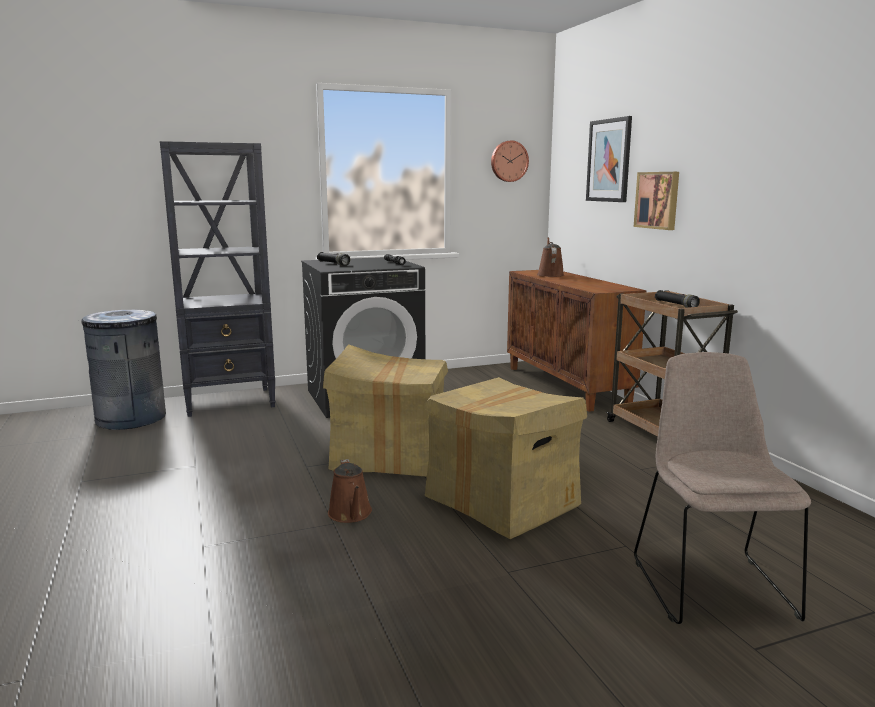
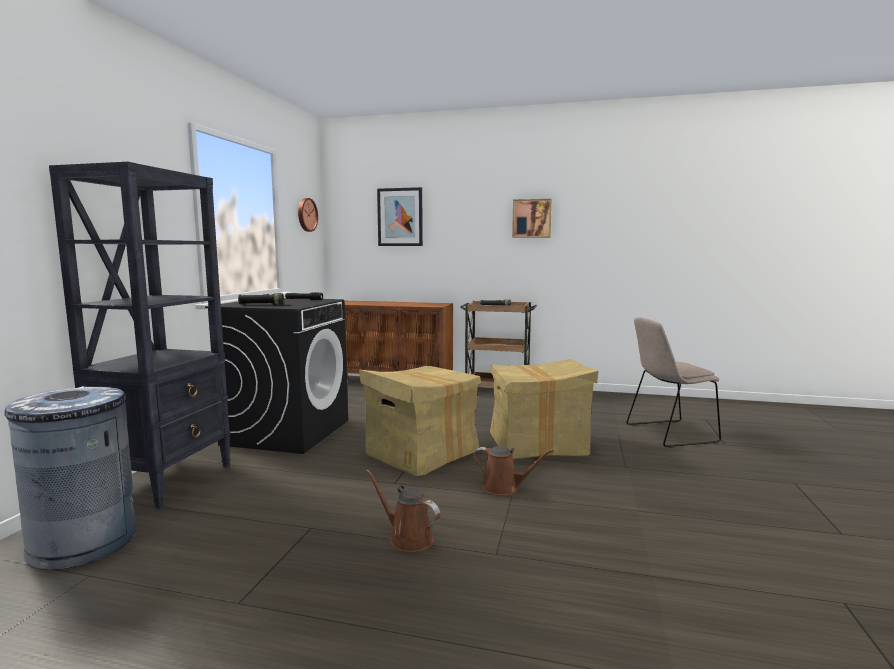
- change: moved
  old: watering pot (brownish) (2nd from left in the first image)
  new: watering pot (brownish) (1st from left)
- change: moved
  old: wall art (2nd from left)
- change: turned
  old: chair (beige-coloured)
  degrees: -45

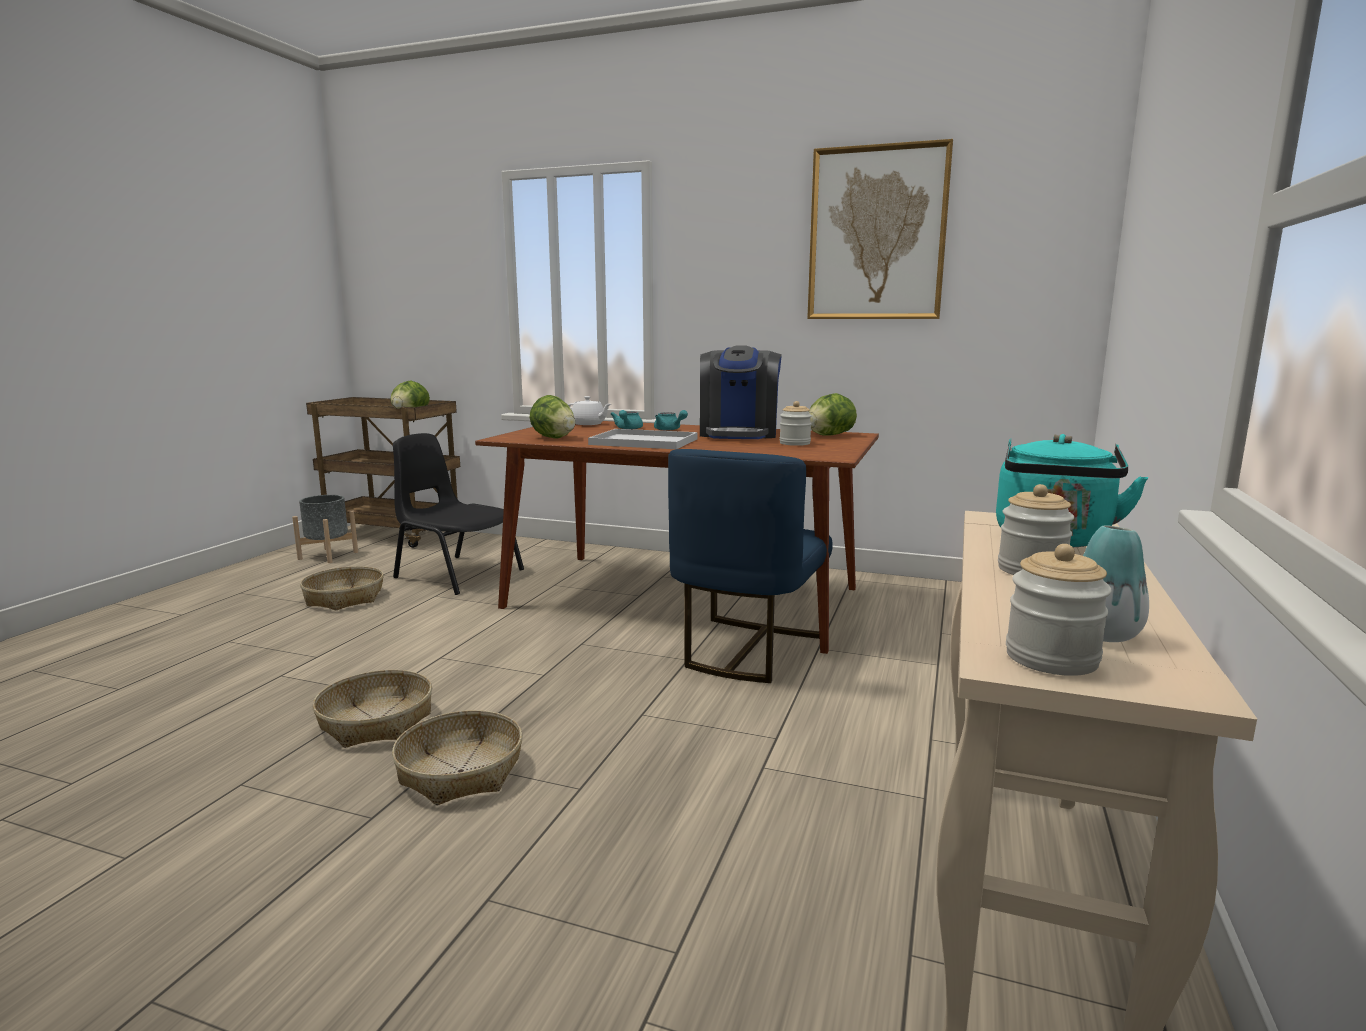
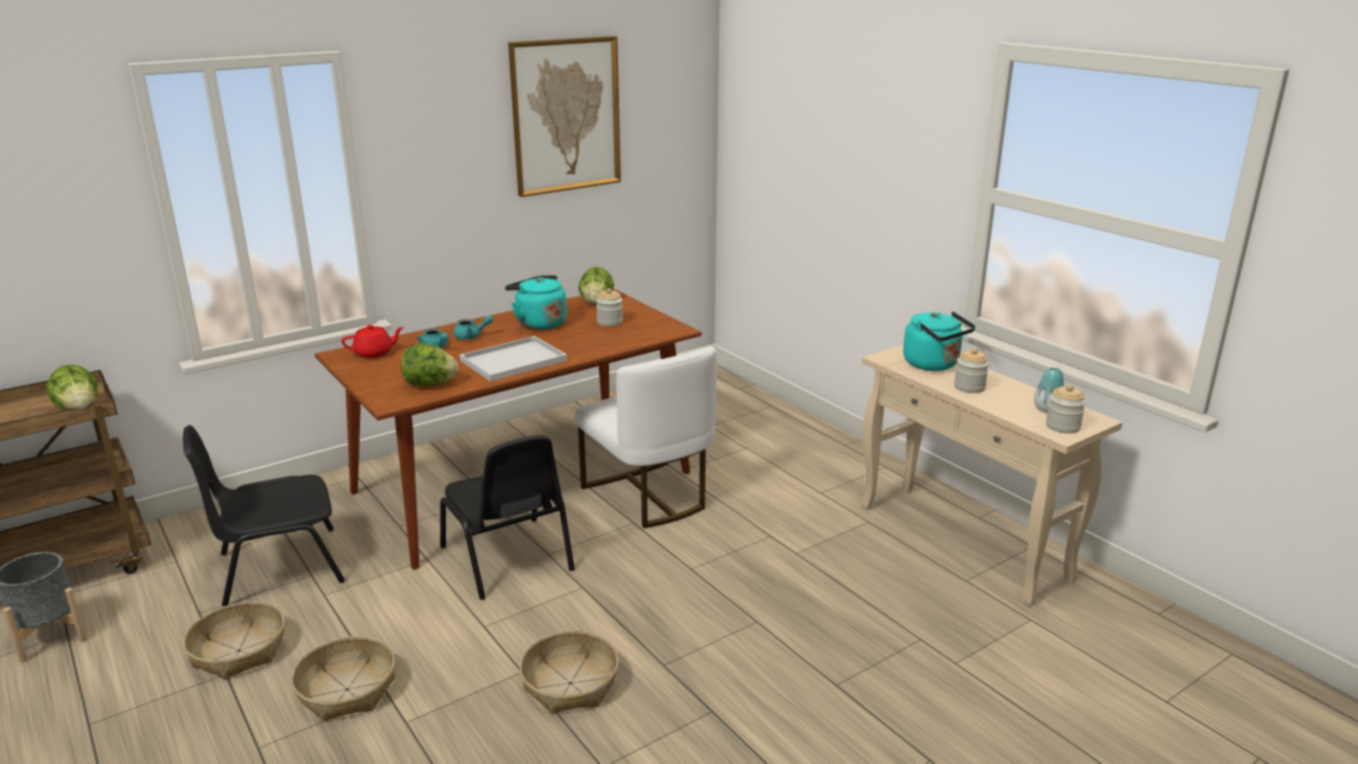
- change: moved
  old: household basket (3rd from left in the first image)
  new: household basket (2nd from left)
- change: recoloured
  old: teapot (whitish)
  new: teapot (red)
- change: recoloured
  old: chair (blue)
  new: chair (whitish)
- change: replaced
  old: coffee machine
  new: water kettle (blue-green) (1st from left)
- change: added
  new: chair (blackish) (2nd from left)

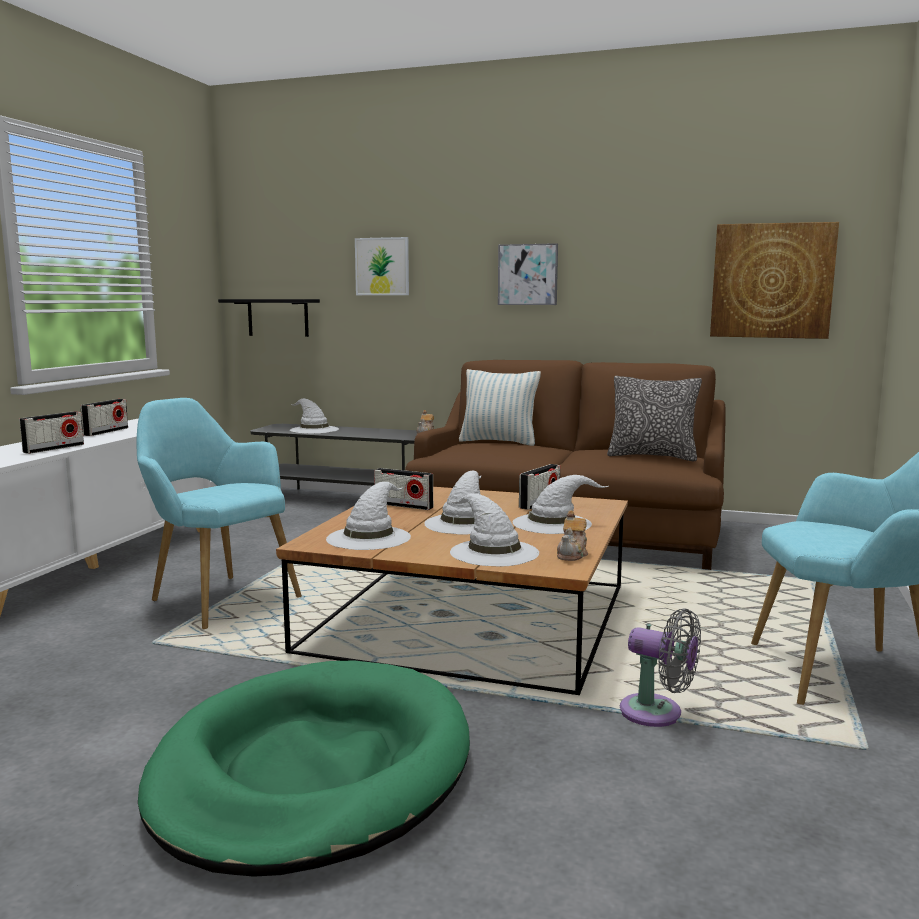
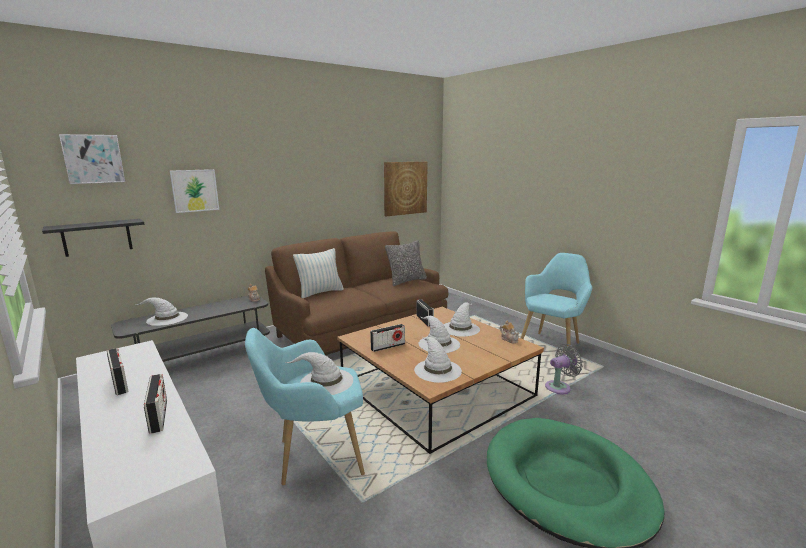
- change: moved
  old: wearable hat (whitish) (4th from left in the first image)
  new: wearable hat (whitish) (2nd from left)
- change: moved
  old: wall art (2nd from left in the first image)
  new: wall art (1st from left)

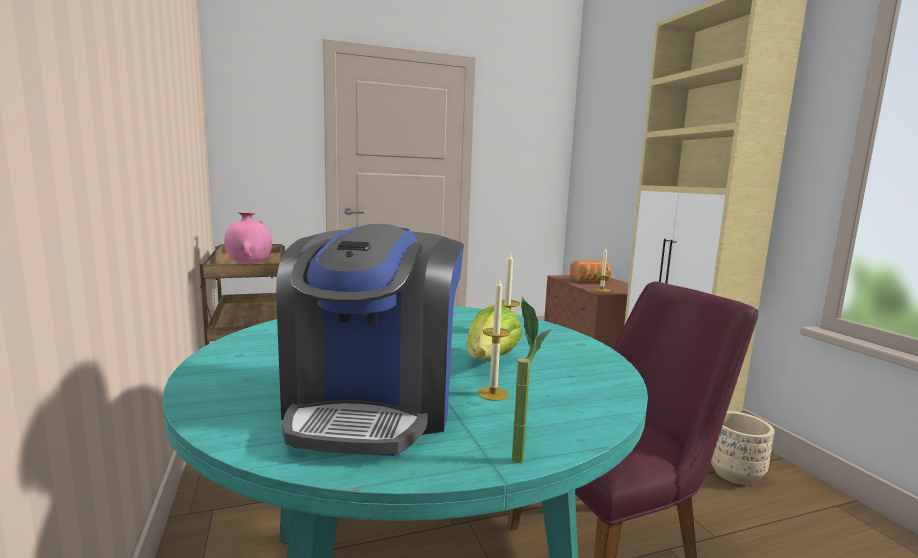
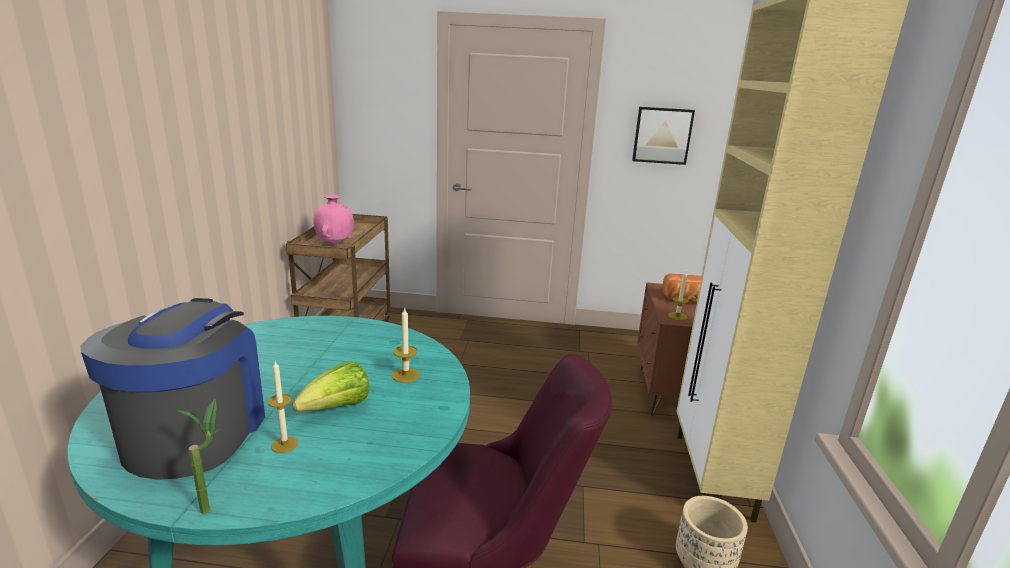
- change: turned
  old: coffee machine
  degrees: 150
- change: added
  new: wall art

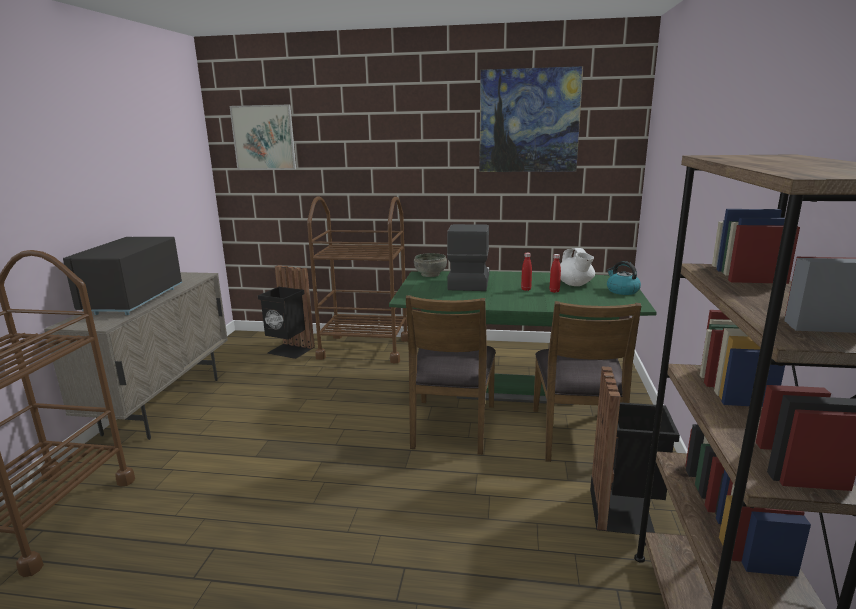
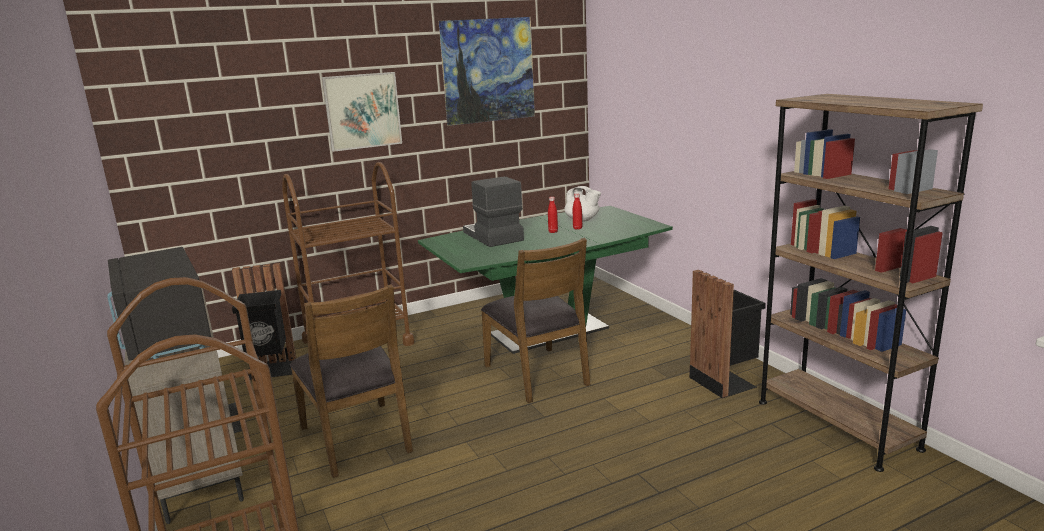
- change: moved
  old: wall art (1st from left)
- change: removed
  old: bowl (grey)
- change: moved
  old: chair (brownish) (2nd from left in the first image)
  new: chair (brownish) (1st from left)
- change: removed
  old: water kettle

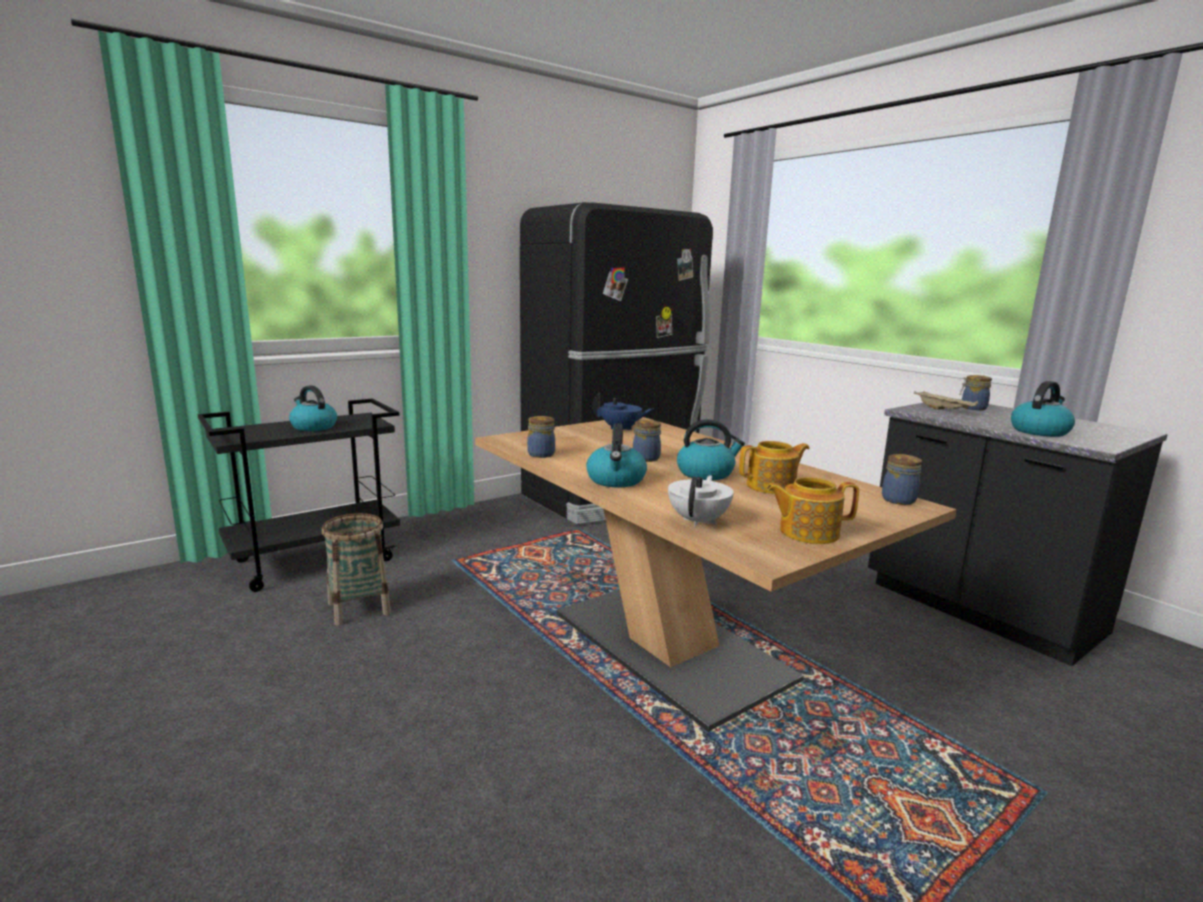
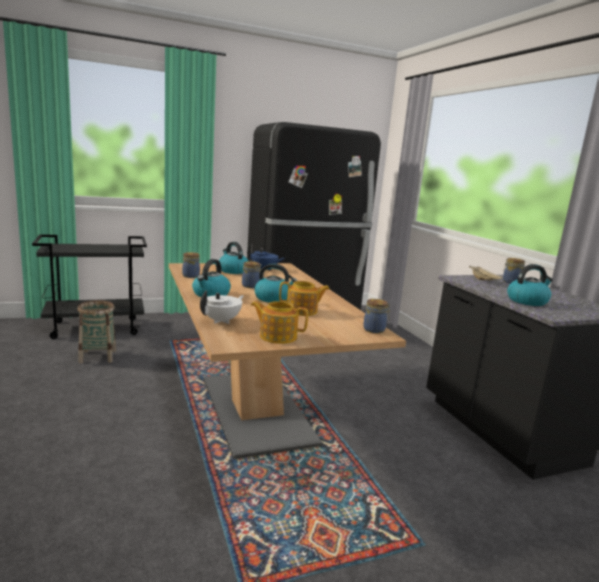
- change: moved
  old: water kettle (1st from left in the first image)
  new: water kettle (2nd from left)

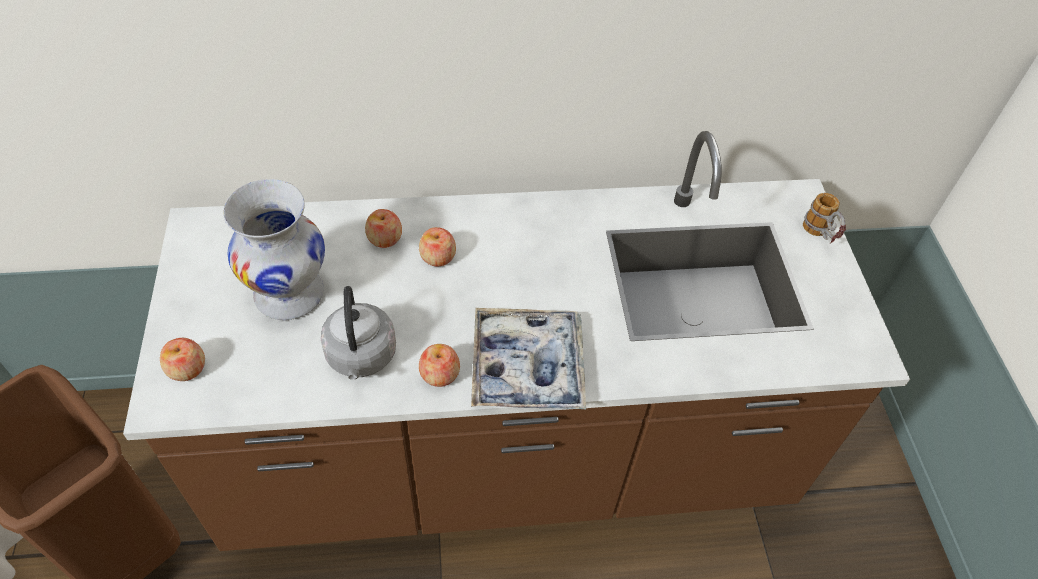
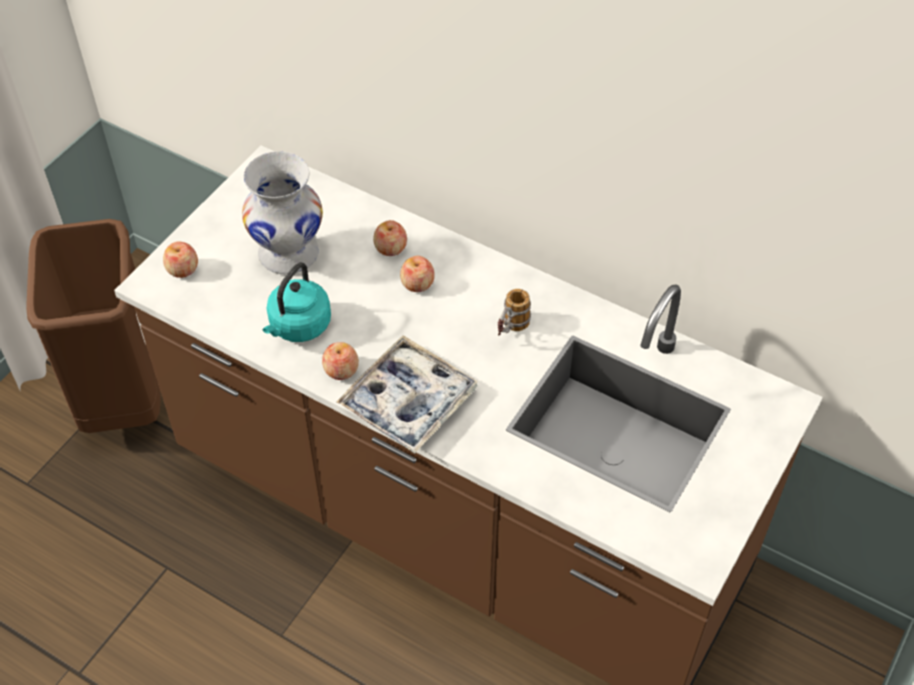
- change: recoloured
  old: water kettle (grey)
  new: water kettle (blue-green)
- change: moved
  old: tea mug

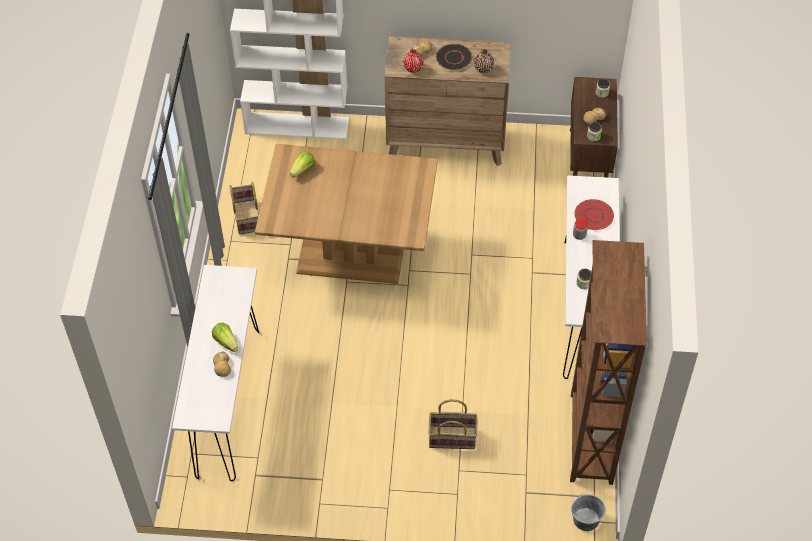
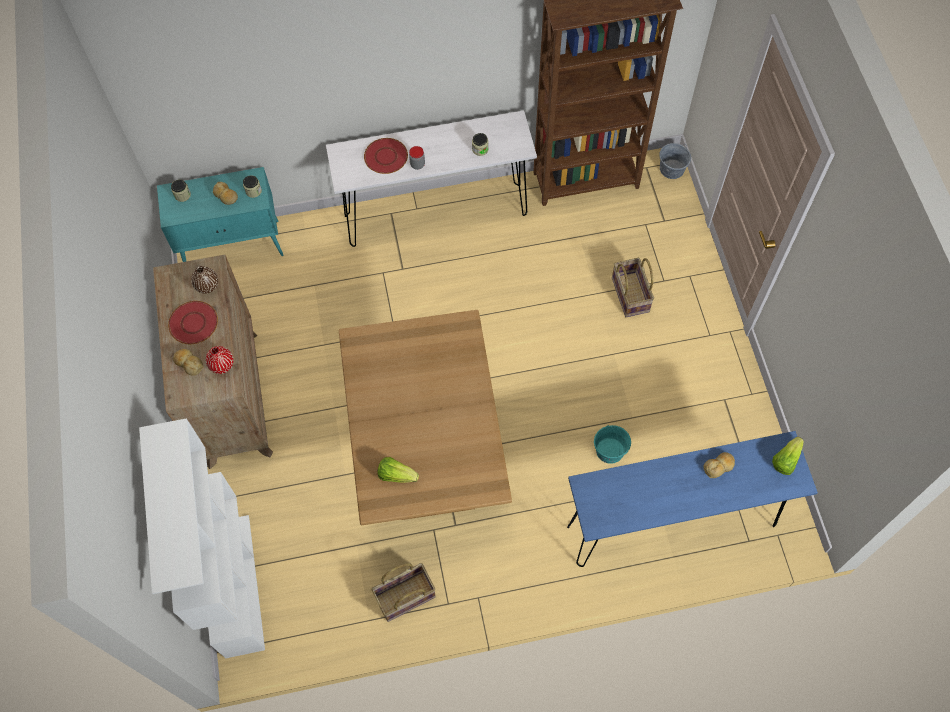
- change: recoloured
  old: narrow table (whitish) (1st from left)
  new: narrow table (blue)
- change: moved
  old: lettuce head (1st from left in the first image)
  new: lettuce head (2nd from left)
- change: recoloured
  old: dinner plate (blackish)
  new: dinner plate (red) (1st from left)
- change: recoloured
  old: storage cabinet (brownish)
  new: storage cabinet (blue-green)
- change: added
  new: bucket (blue-green)

